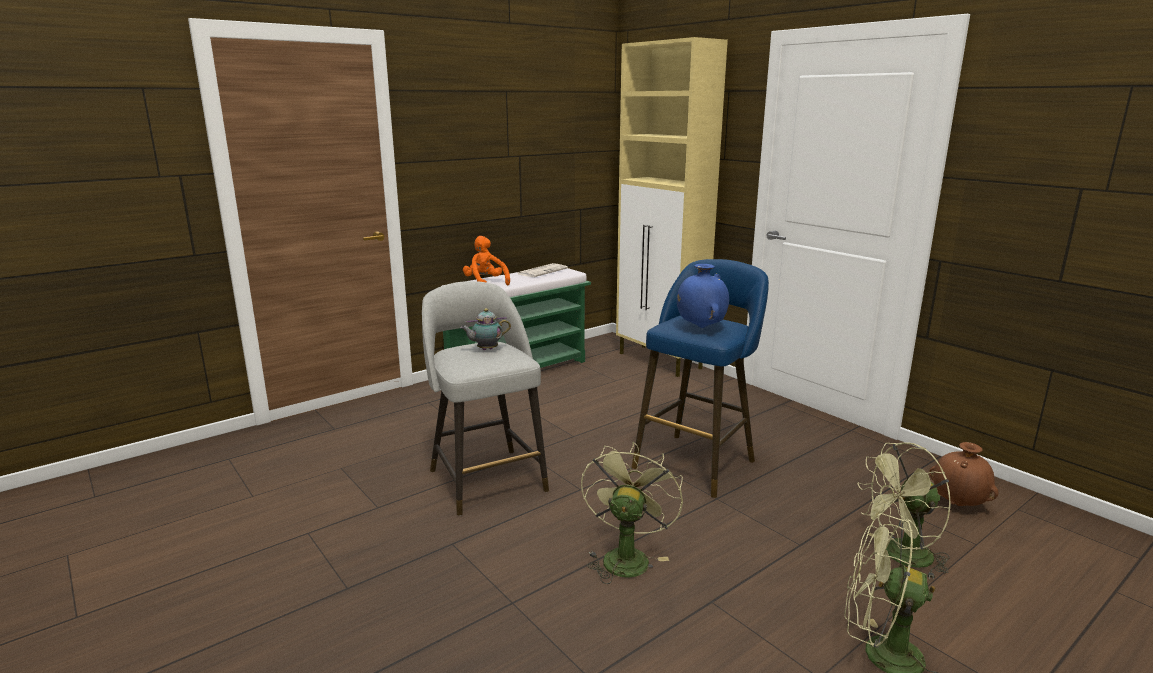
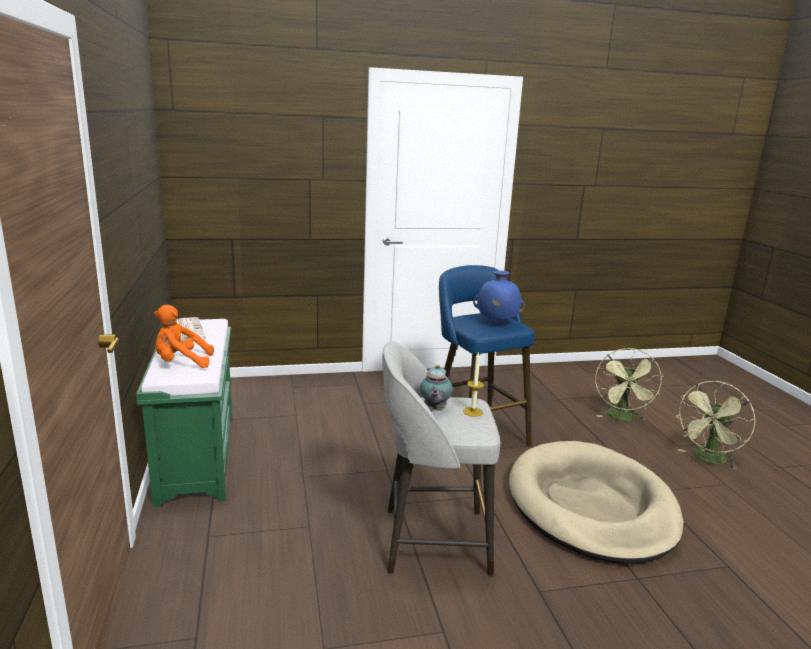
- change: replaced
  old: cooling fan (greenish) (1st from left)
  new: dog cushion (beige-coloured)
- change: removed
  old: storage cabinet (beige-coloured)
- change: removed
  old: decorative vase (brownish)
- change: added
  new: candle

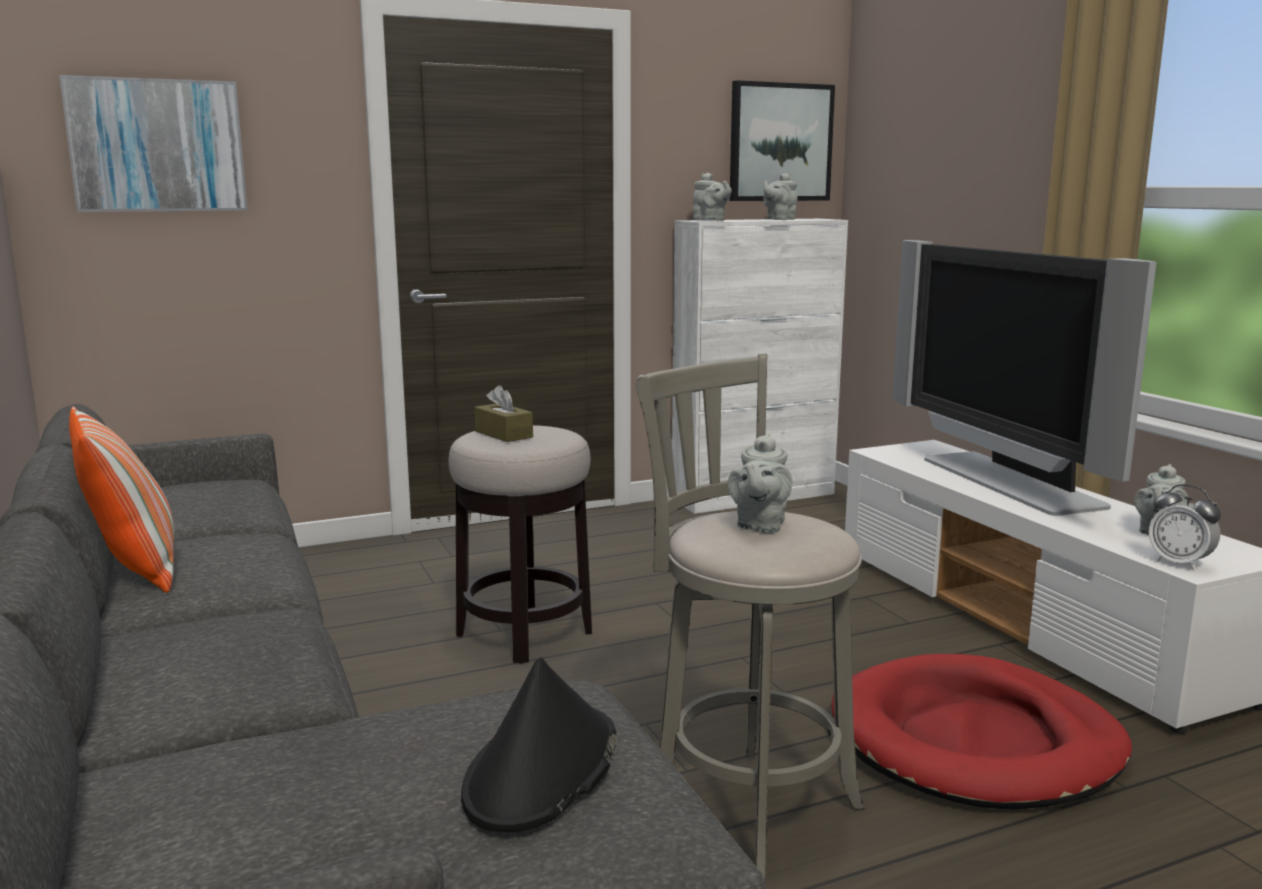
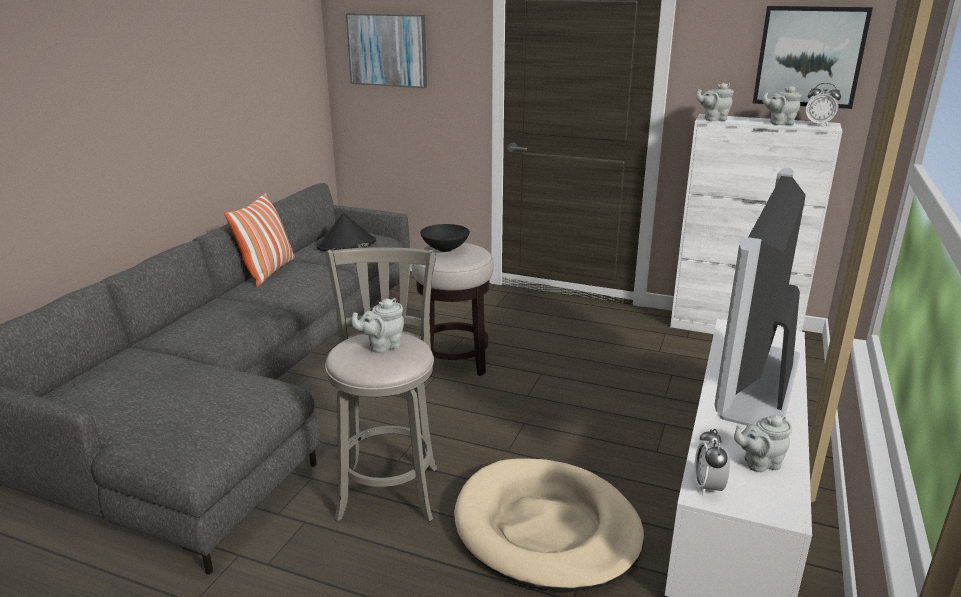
- change: moved
  old: wearable hat (blackish)
- change: replaced
  old: tissue box (brownish)
  new: bowl (blackish)
- change: turned
  old: teapot (grey) (1st from left in the first image)
  degrees: 75
- change: recoloured
  old: dog cushion (red)
  new: dog cushion (beige-coloured)
- change: added
  new: table clock (2nd from left)

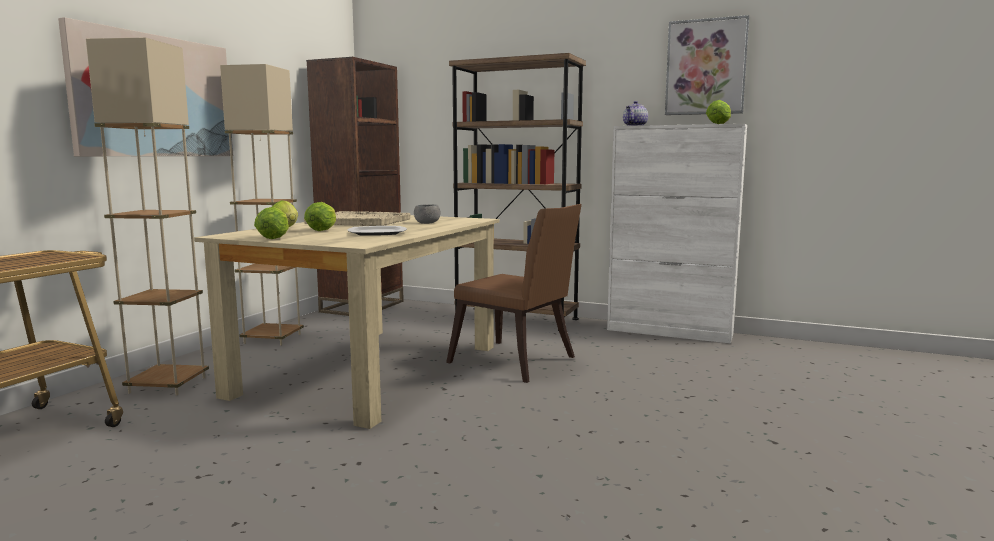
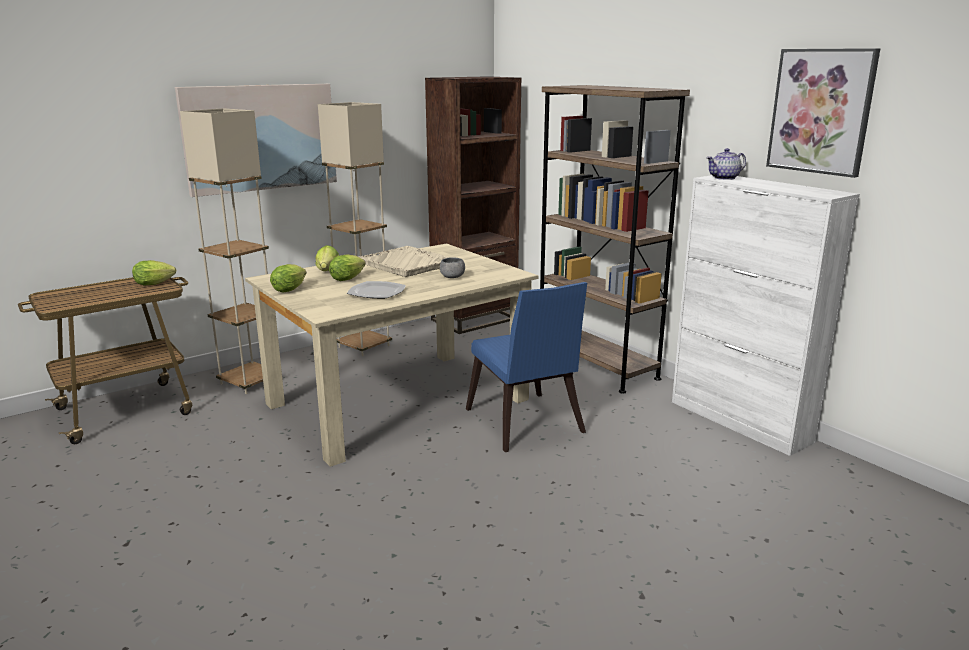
- change: recoloured
  old: chair (brownish)
  new: chair (blue)
- change: moved
  old: lettuce head (4th from left in the first image)
  new: lettuce head (1st from left)

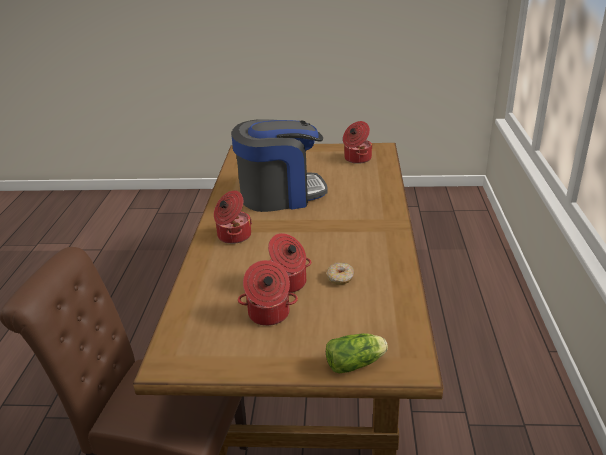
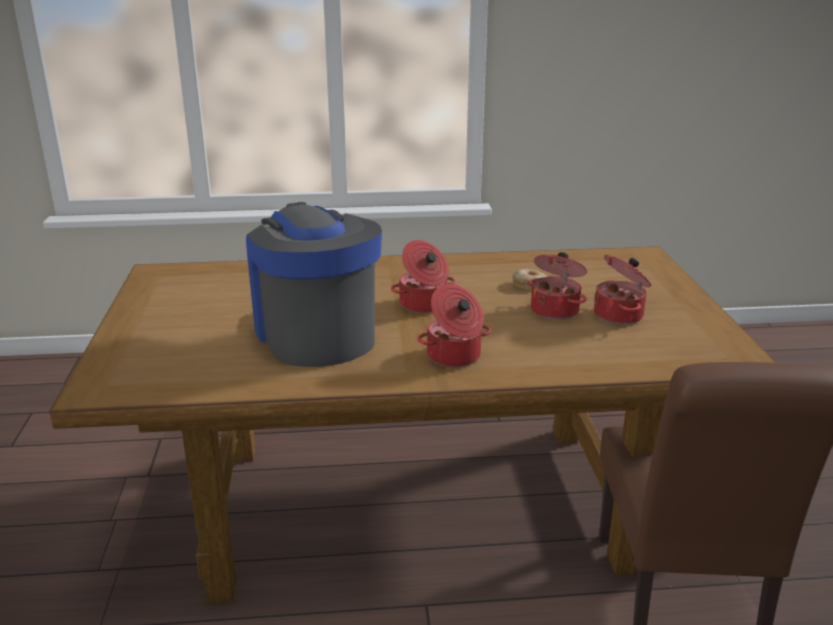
- change: removed
  old: lettuce head
- change: moved
  old: cooking pot (4th from left in the first image)
  new: cooking pot (1st from left)

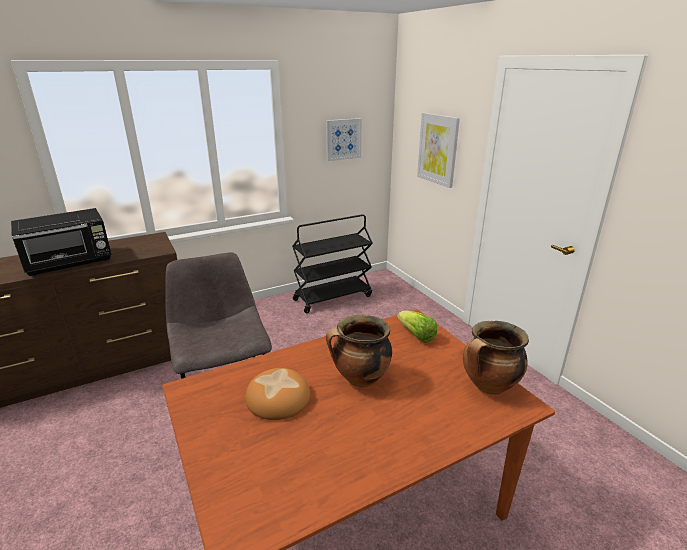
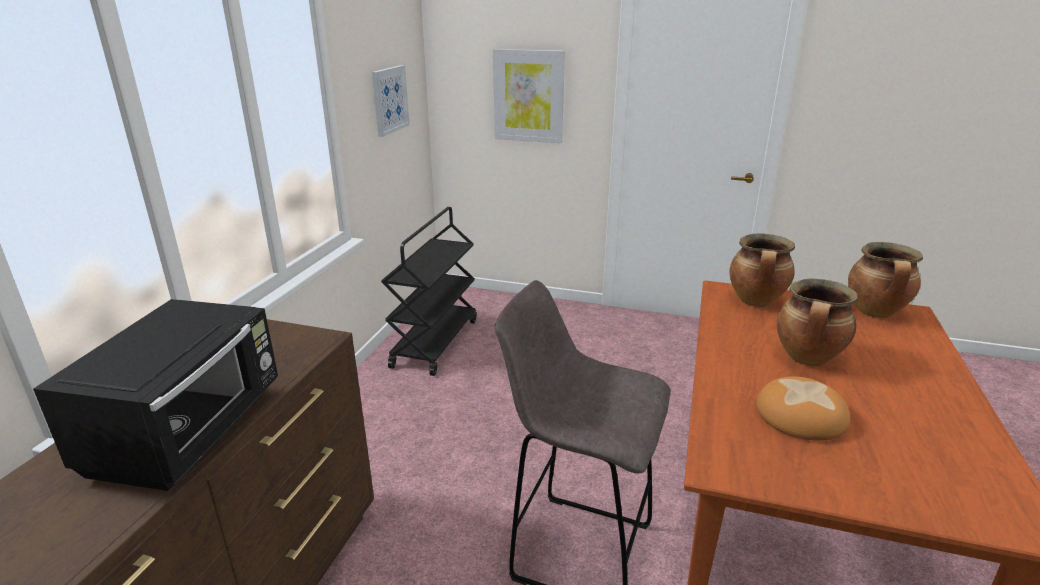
- change: replaced
  old: lettuce head
  new: cooking pot (1st from left)

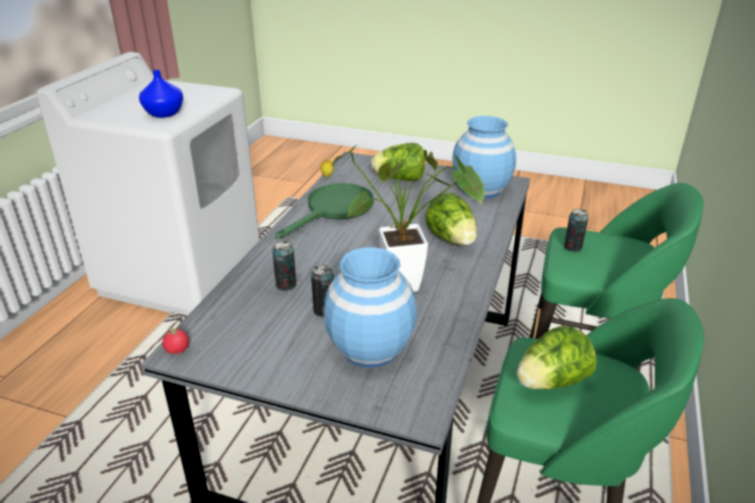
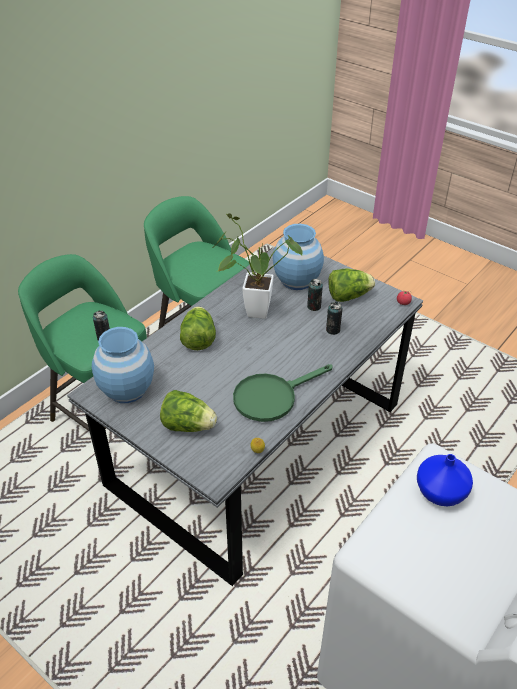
- change: moved
  old: lettuce head (3rd from left)

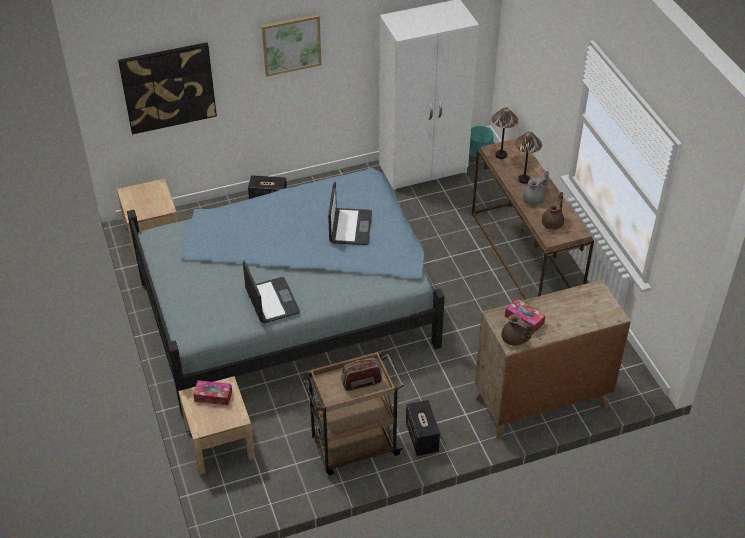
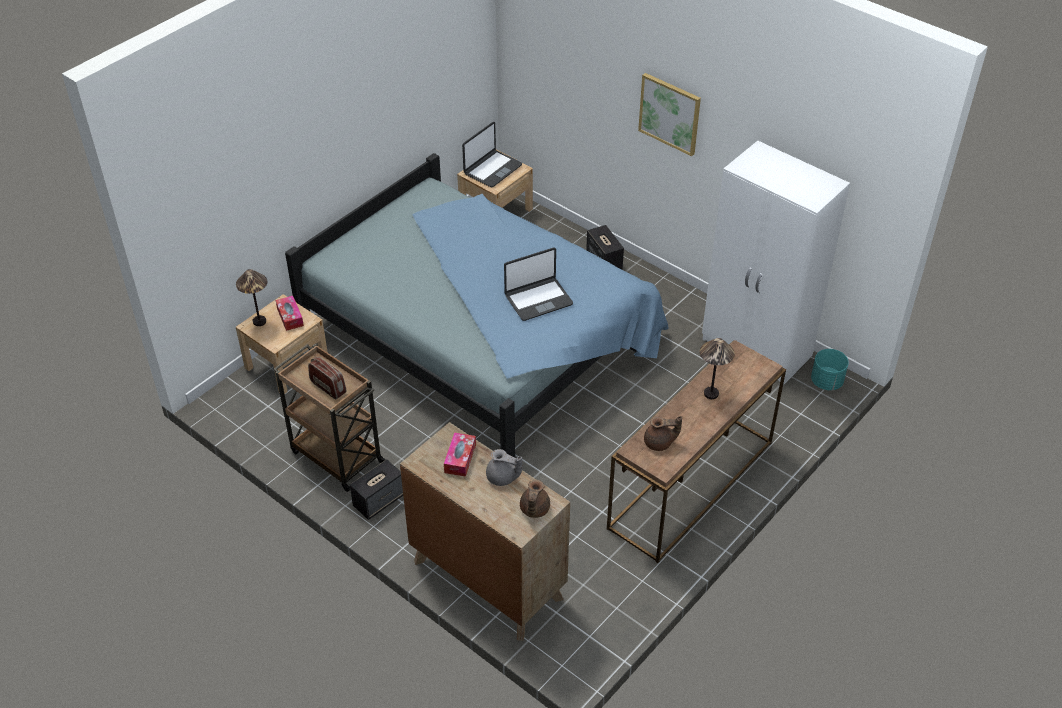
- change: removed
  old: wall art (1st from left)
- change: moved
  old: portable computer (1st from left)
- change: moved
  old: table lamp (1st from left)
- change: moved
  old: teapot (brownish) (1st from left)
- change: moved
  old: teapot (grey)

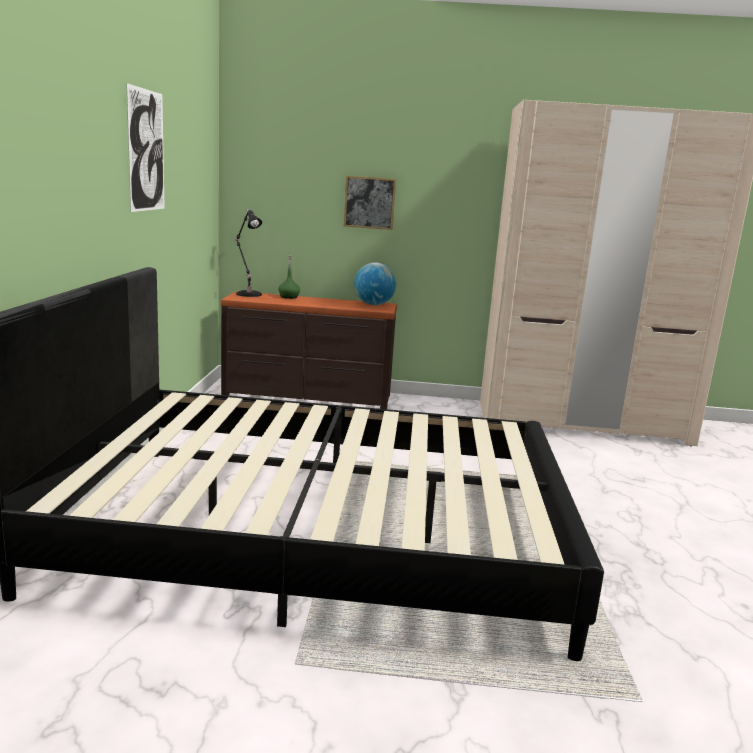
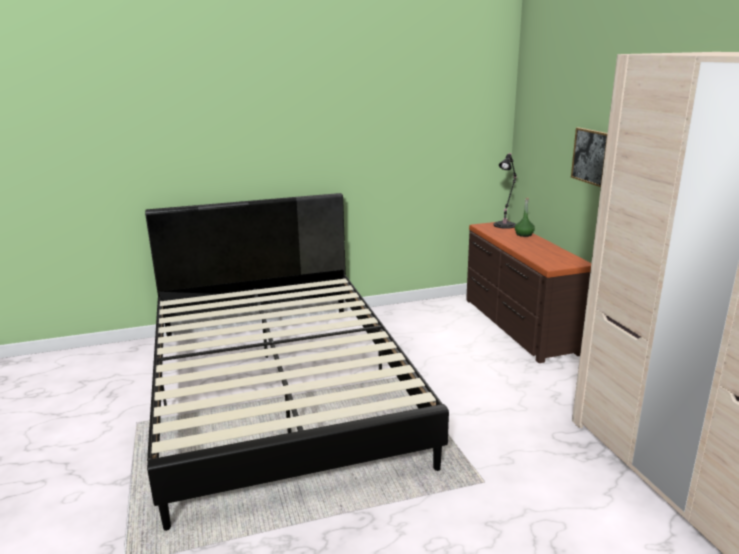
- change: removed
  old: wall art (1st from left)
- change: removed
  old: world globe

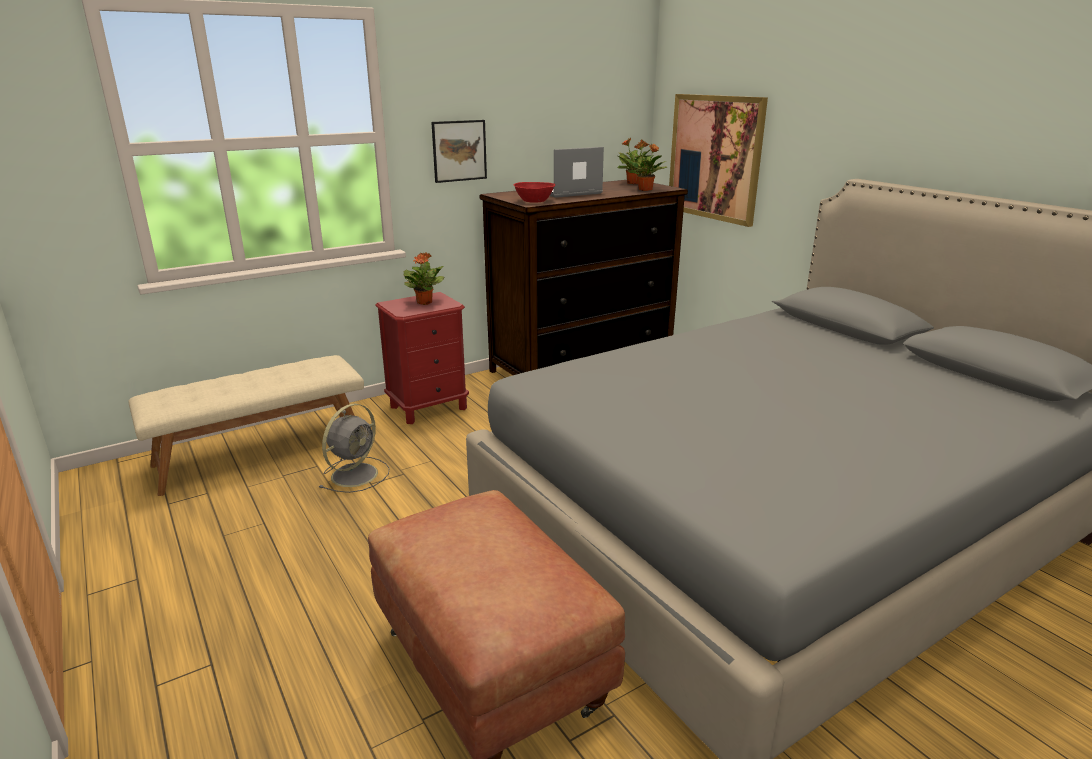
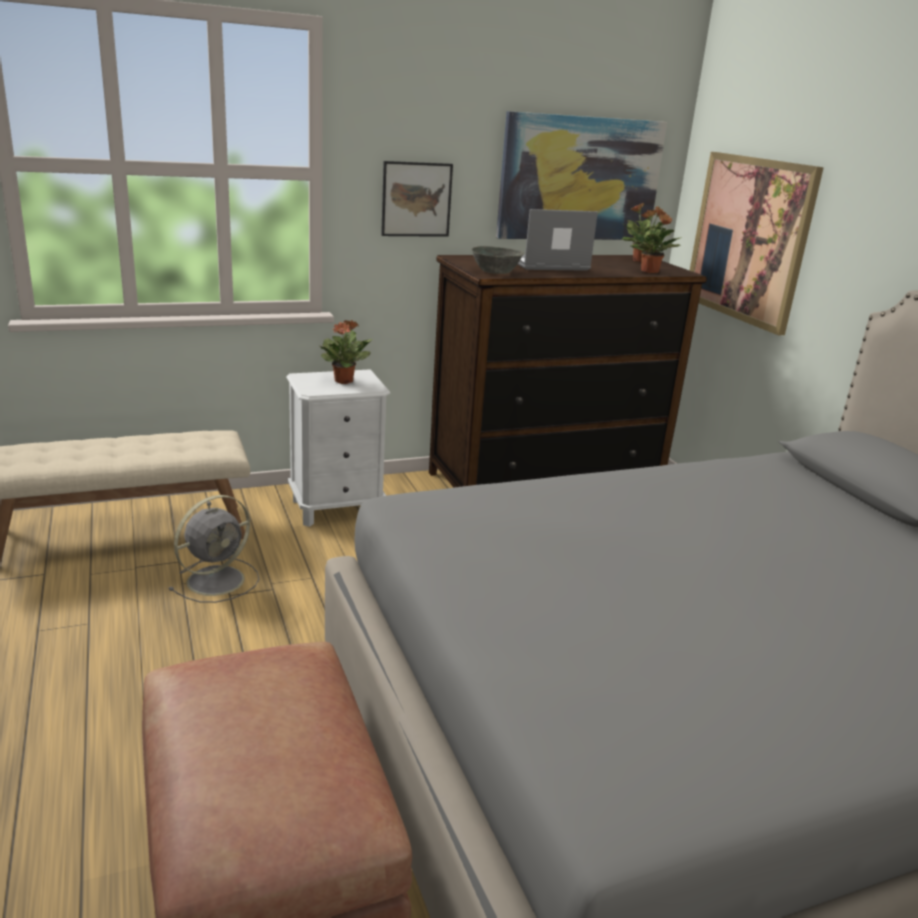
- change: recoloured
  old: nightstand (red)
  new: nightstand (whitish)
- change: recoloured
  old: bowl (red)
  new: bowl (grey)
- change: added
  new: wall art (2nd from left)

